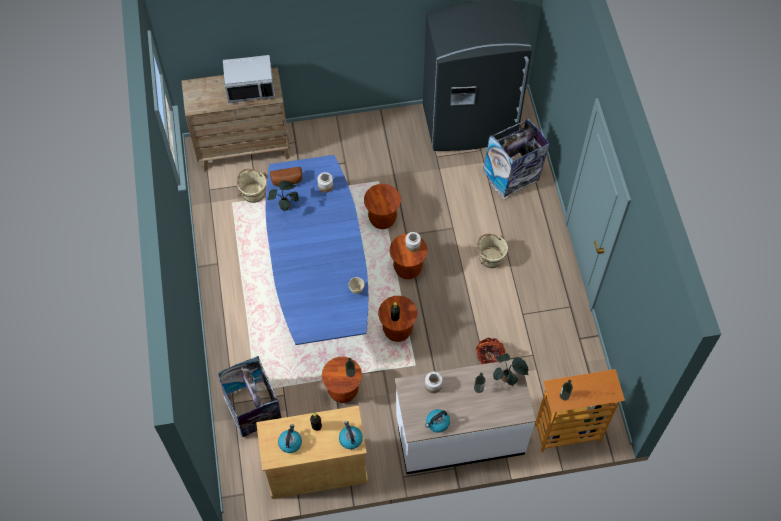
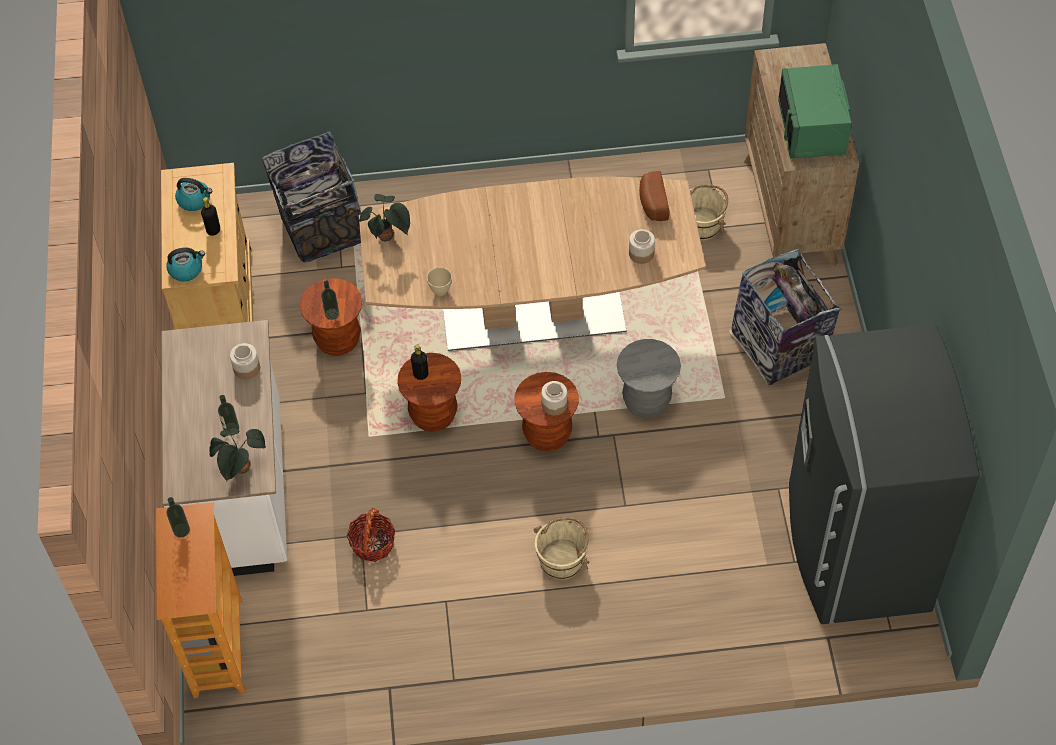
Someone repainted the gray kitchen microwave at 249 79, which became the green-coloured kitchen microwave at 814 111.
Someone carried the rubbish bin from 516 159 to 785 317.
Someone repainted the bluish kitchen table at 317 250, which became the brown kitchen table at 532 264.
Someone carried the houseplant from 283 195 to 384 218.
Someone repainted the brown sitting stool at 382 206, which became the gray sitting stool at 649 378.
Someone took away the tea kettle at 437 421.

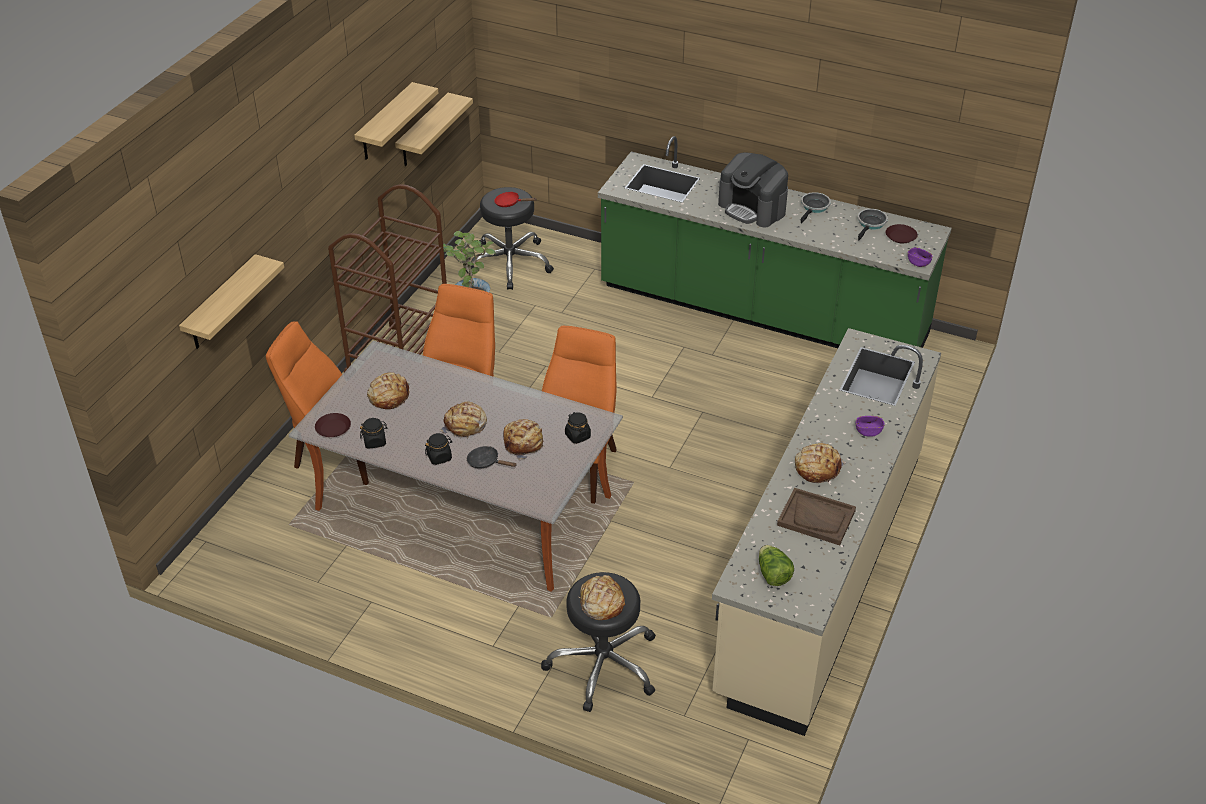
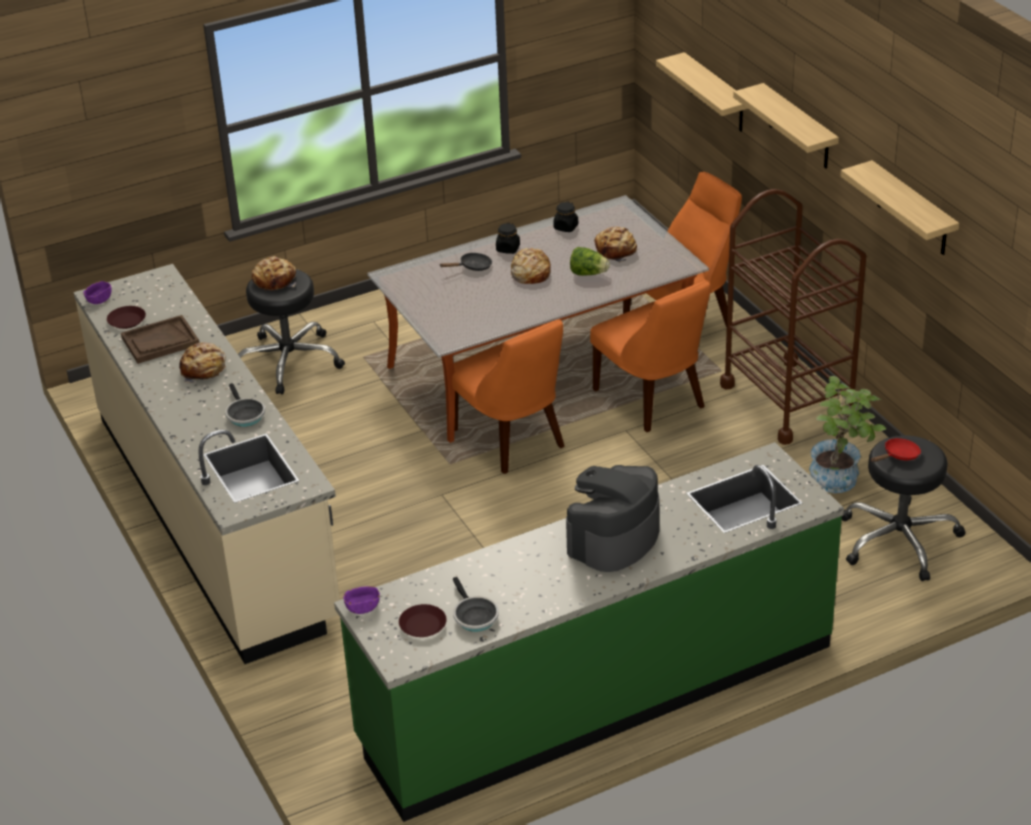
Someone carried the wall shelf from 434 129 to 786 126.
Someone rotated the coffee machine at 753 190 by 45 degrees counterclockwise.
Someone carried the pan from 816 208 to 245 405.
Someone took away the black preserve jar at 578 428.
Someone carried the brown dinner plate from 333 425 to 126 317.
Someone carried the purplish serving bowl from 870 426 to 97 292.
Someone took away the baked bread at 523 439.
Someone carried the lettuce head from 776 565 to 590 261.

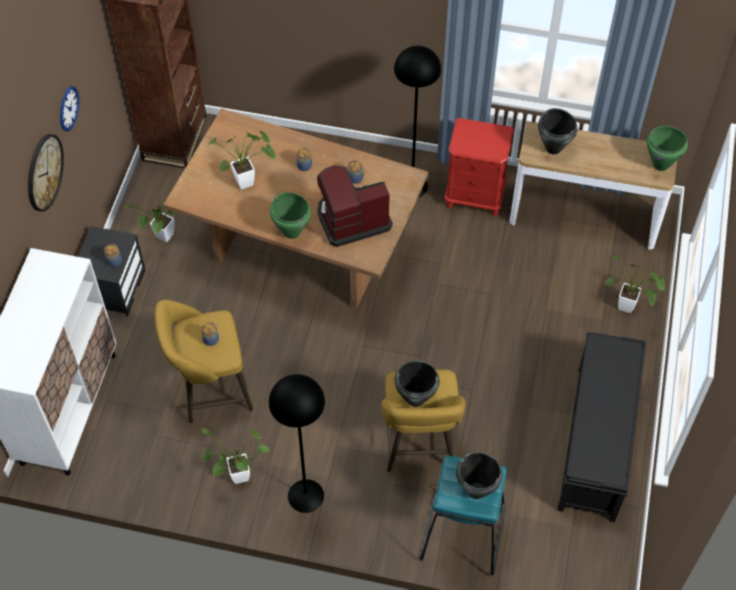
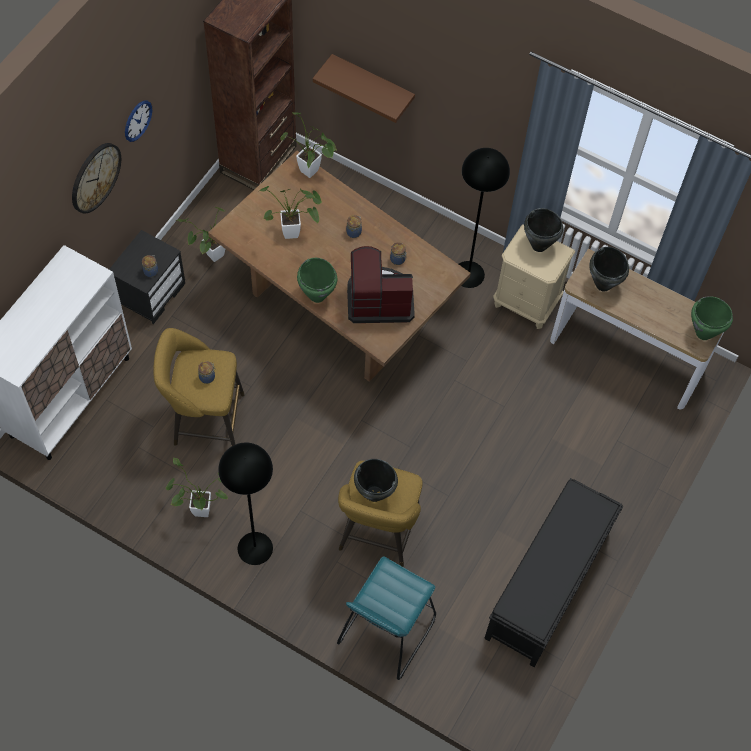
Someone repainted the reddish night table at 479 167, which became the sand-coloured night table at 534 276.
Someone carried the houseplant from 635 284 to 308 145.
Someone carried the black saucepot from 479 475 to 543 230.
Someone put up the brown wall shelf at 364 88.

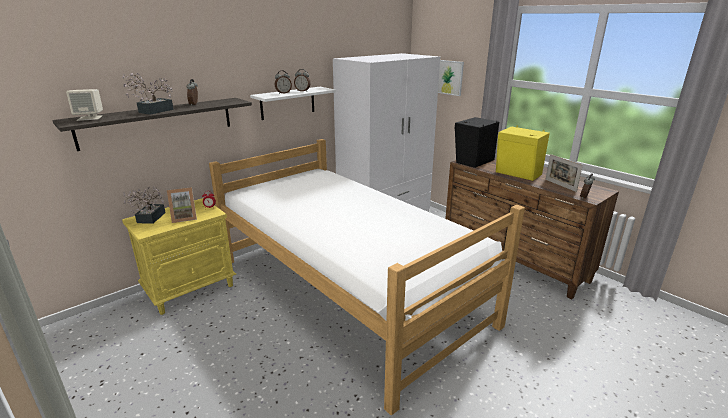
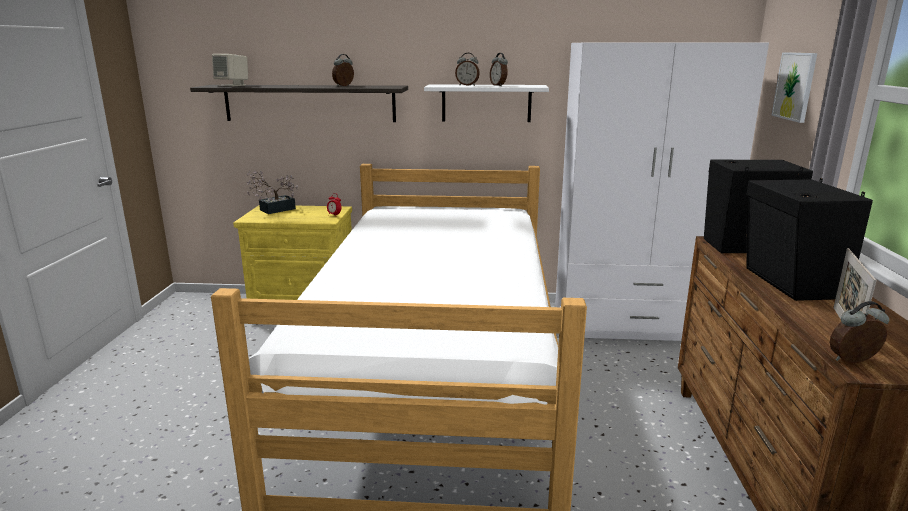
Someone took away the houseplant at 148 93.
Someone repainted the yellowish audio speaker at 523 153, which became the black audio speaker at 809 239.
Someone took away the photo frame at 182 205.

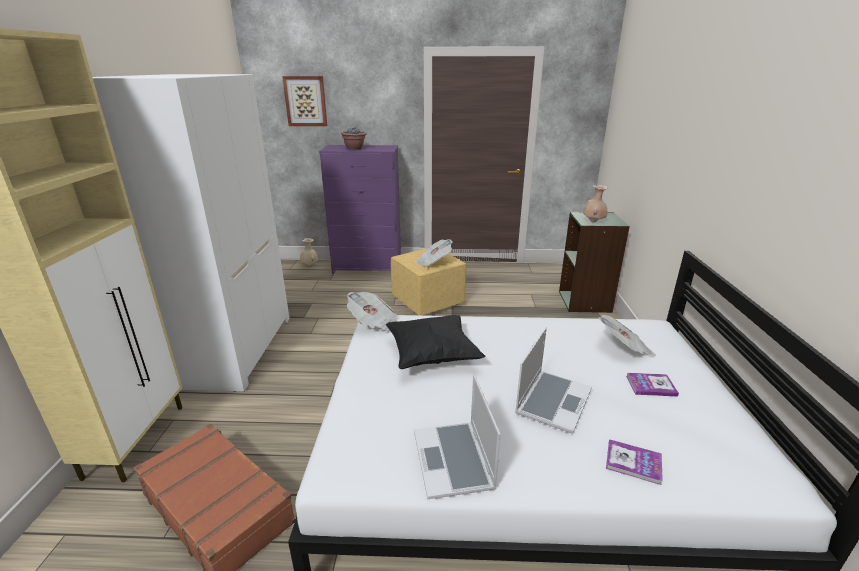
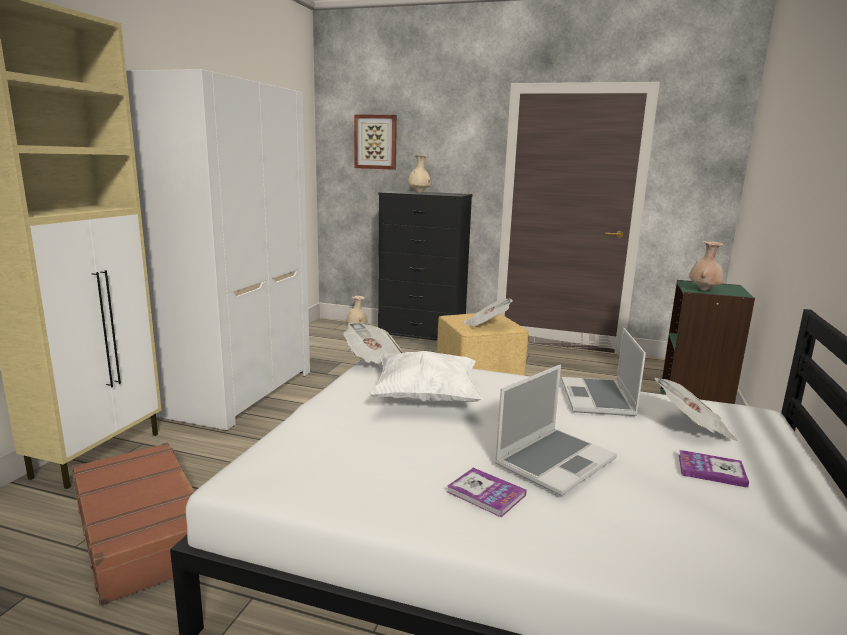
Someone swapped the houseplant at 354 139 for the sand-coloured vase at 419 174.
Someone repainted the purplish drawer chest at 360 209, which became the black drawer chest at 425 265.
Someone repainted the black cushion at 436 342, which became the whitish cushion at 426 377.
Someone carried the laptop from 457 437 to 604 372.
Someone carried the bound book from 634 462 to 487 492.

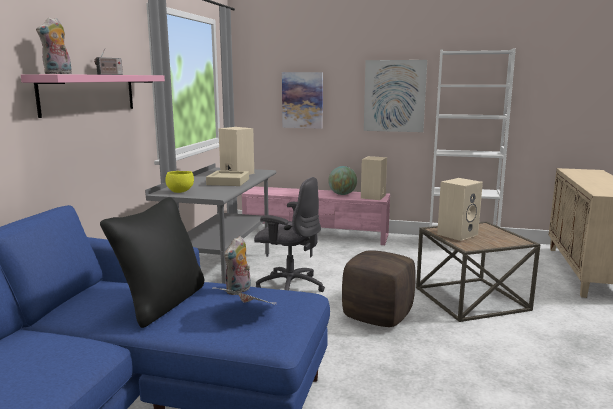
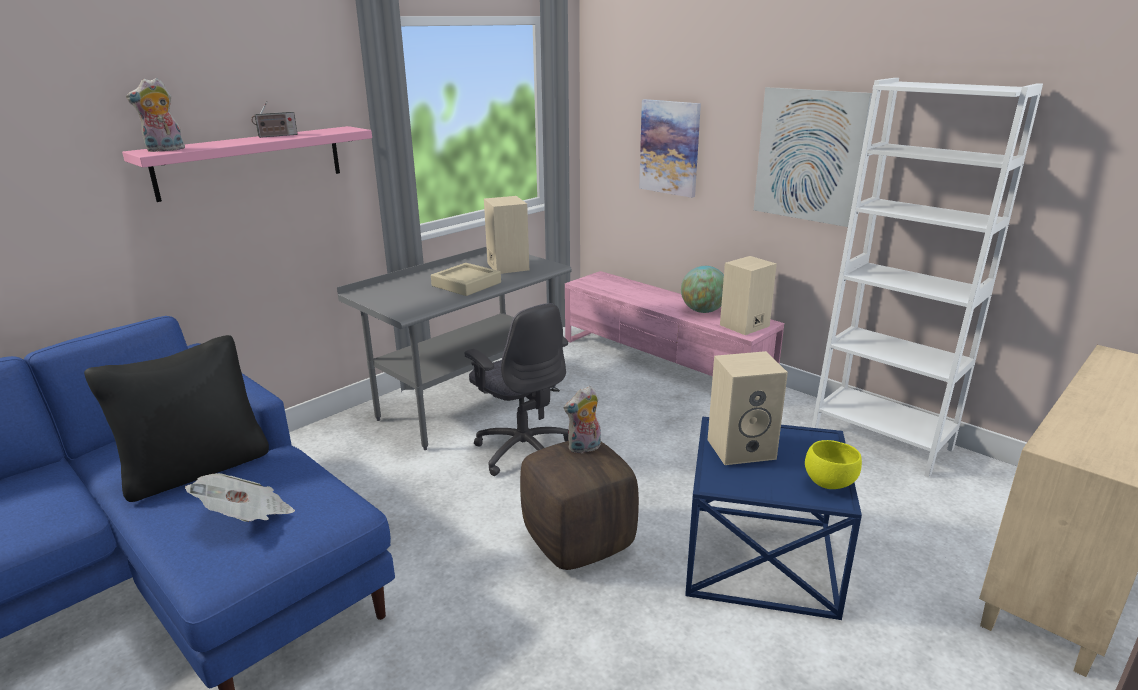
Someone carried the yellowish serving bowl from 179 182 to 833 464.
Someone repainted the brown accent table at 478 271, which became the bluish accent table at 773 518.
Someone carried the soft toy from 237 265 to 582 420.

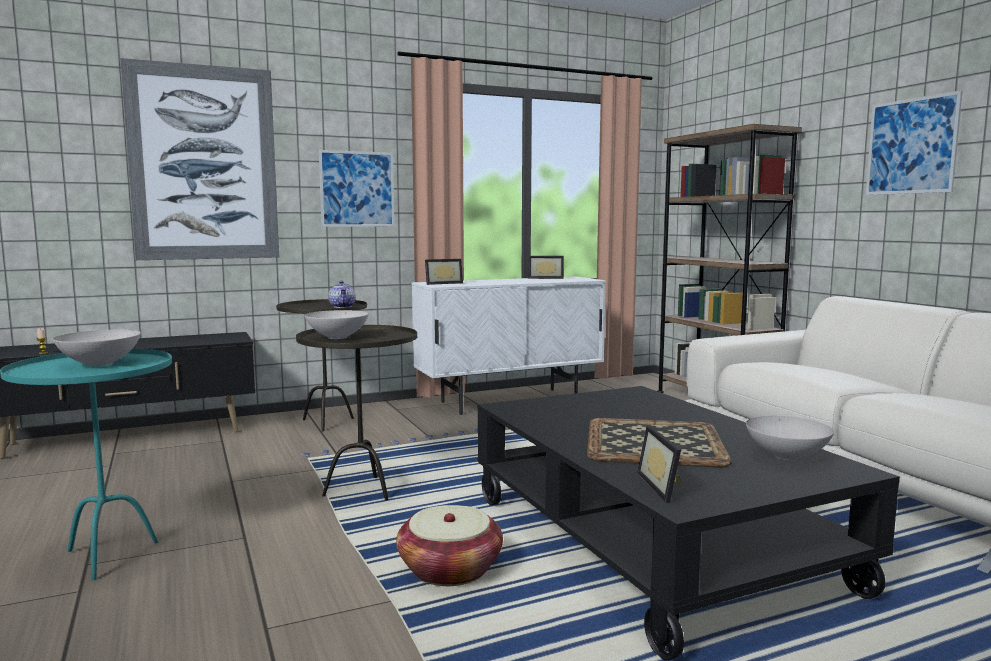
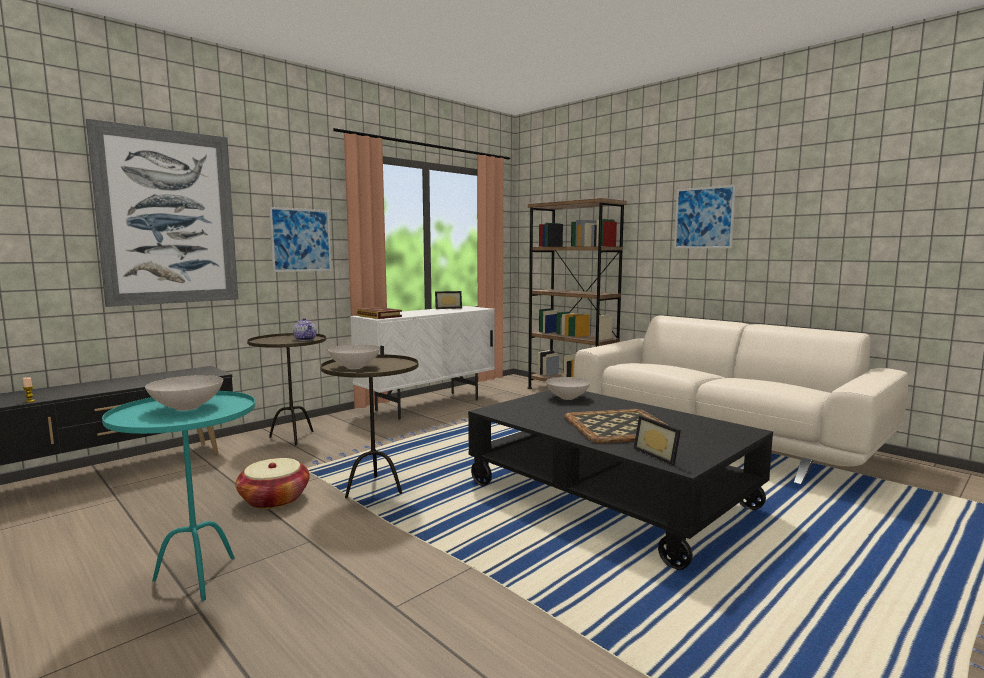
Someone swapped the photo frame at 444 272 for the bound book at 379 313.
Someone carried the whitish serving bowl from 790 438 to 568 388.
Someone carried the basket from 449 545 to 273 483.

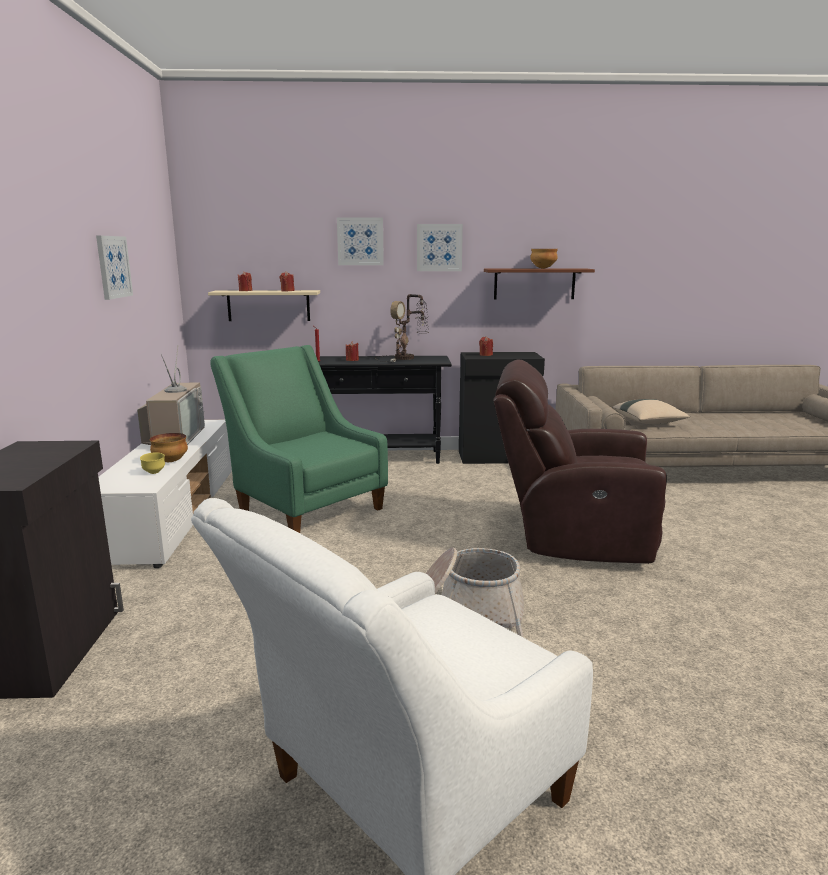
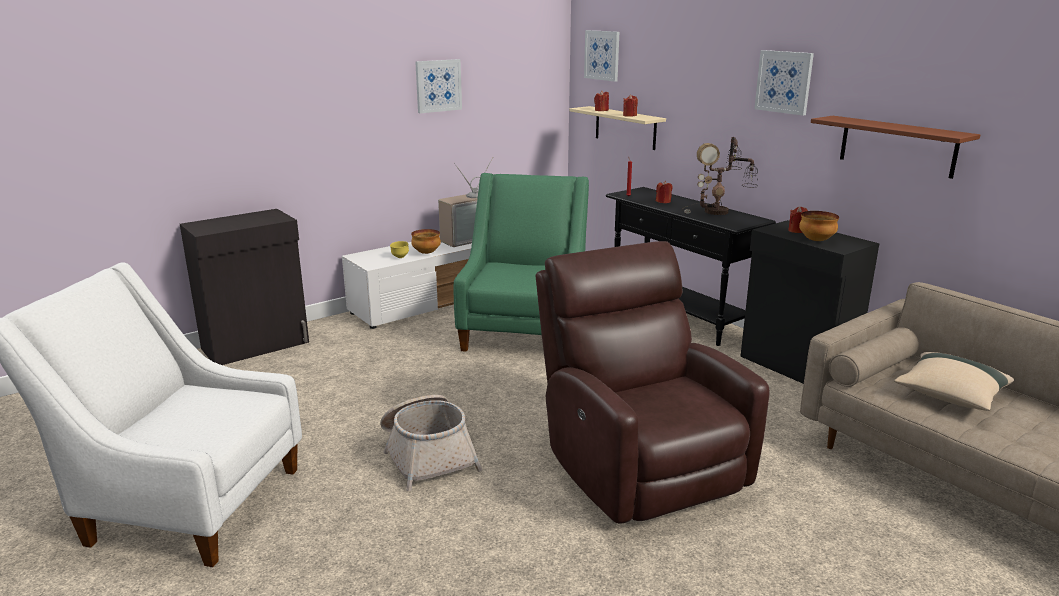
Someone carried the wall picture from 360 241 to 601 56.
Someone carried the serving bowl from 544 259 to 819 226.

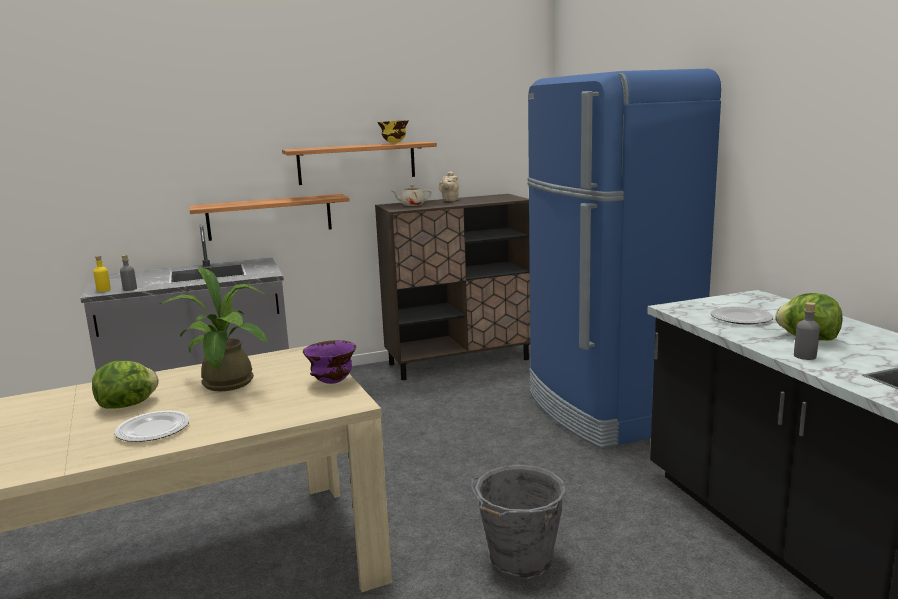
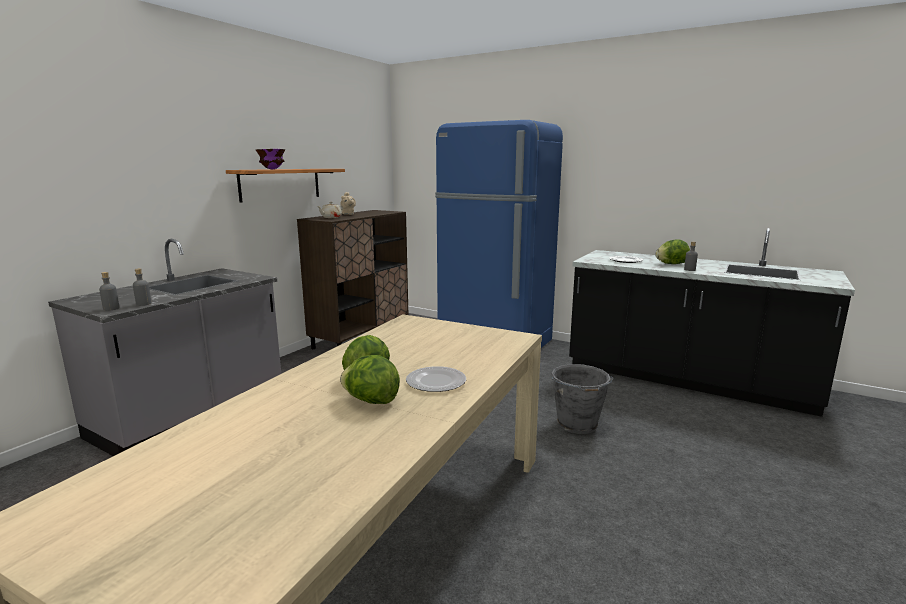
Someone took away the yellowish serving bowl at 393 131.
Someone took away the wall shelf at 269 217.
Someone repainted the yellowish bottle at 102 274, which became the gray bottle at 109 291.
Someone took away the houseplant at 213 329.
Someone carried the purplish serving bowl from 329 362 to 270 159.
Someone put down the lettuce head at 370 379.

